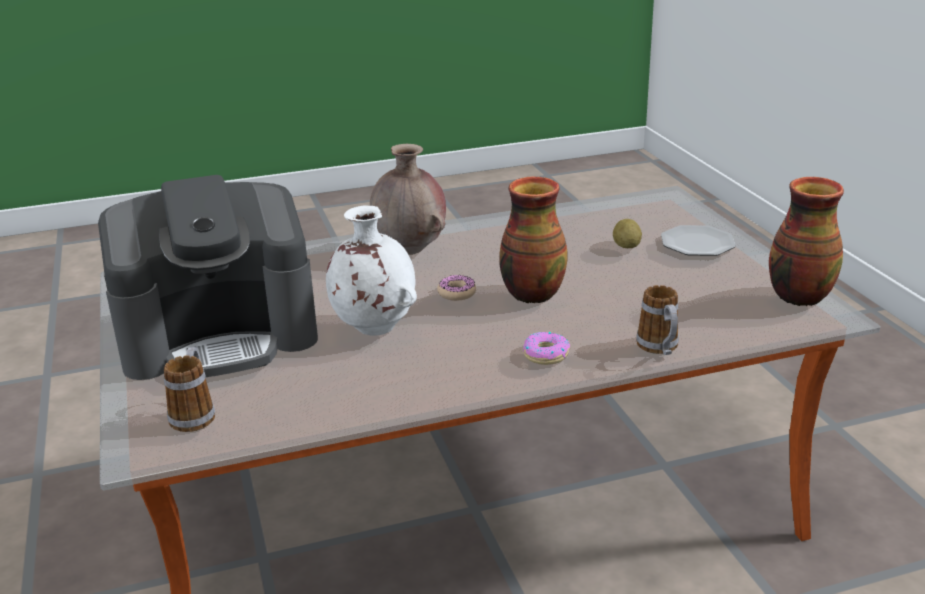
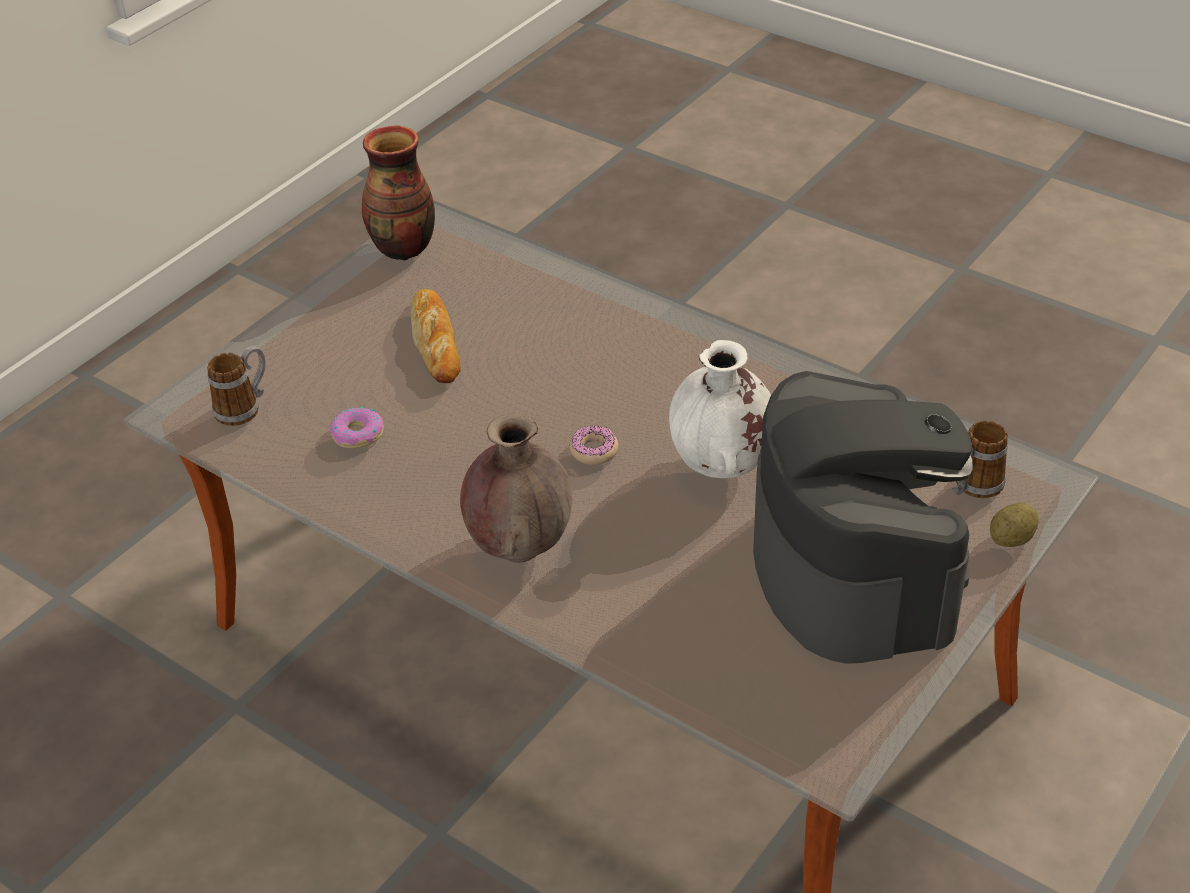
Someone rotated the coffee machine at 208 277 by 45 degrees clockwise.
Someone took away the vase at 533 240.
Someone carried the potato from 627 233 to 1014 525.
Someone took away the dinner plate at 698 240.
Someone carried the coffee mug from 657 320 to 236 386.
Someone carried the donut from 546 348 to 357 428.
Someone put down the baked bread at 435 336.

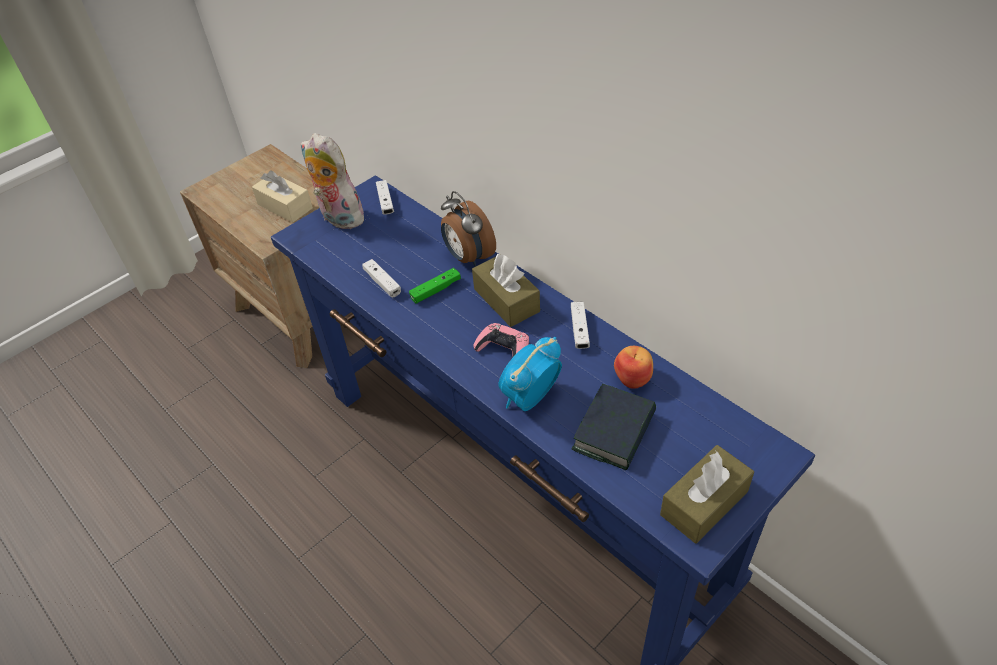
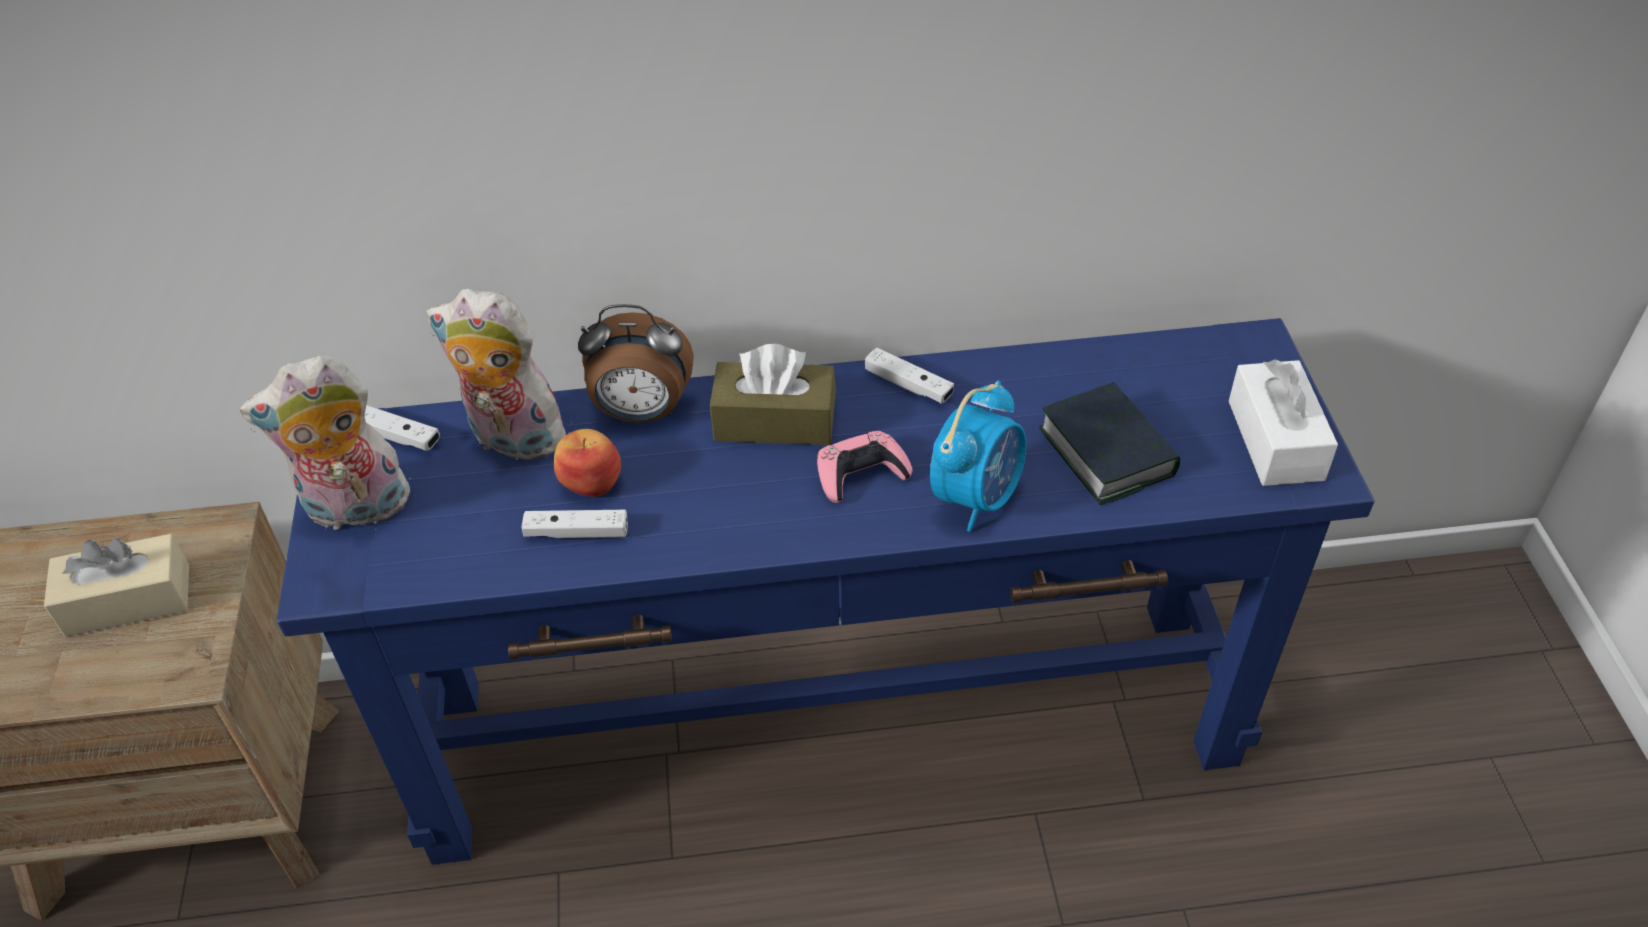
Someone took away the green-coloured game controller at 435 286.
Someone rotated the alarm clock at 530 374 by 135 degrees counterclockwise.
Someone carried the whole apple from 633 367 to 587 463.
Someone repainted the brown box of tissues at 707 494, which became the whitish box of tissues at 1283 422.
Someone put down the soft toy at 499 374.

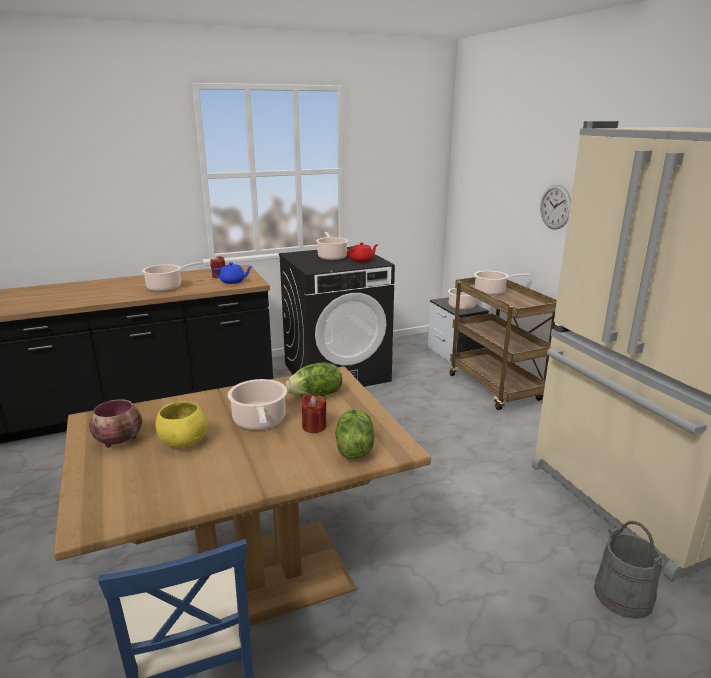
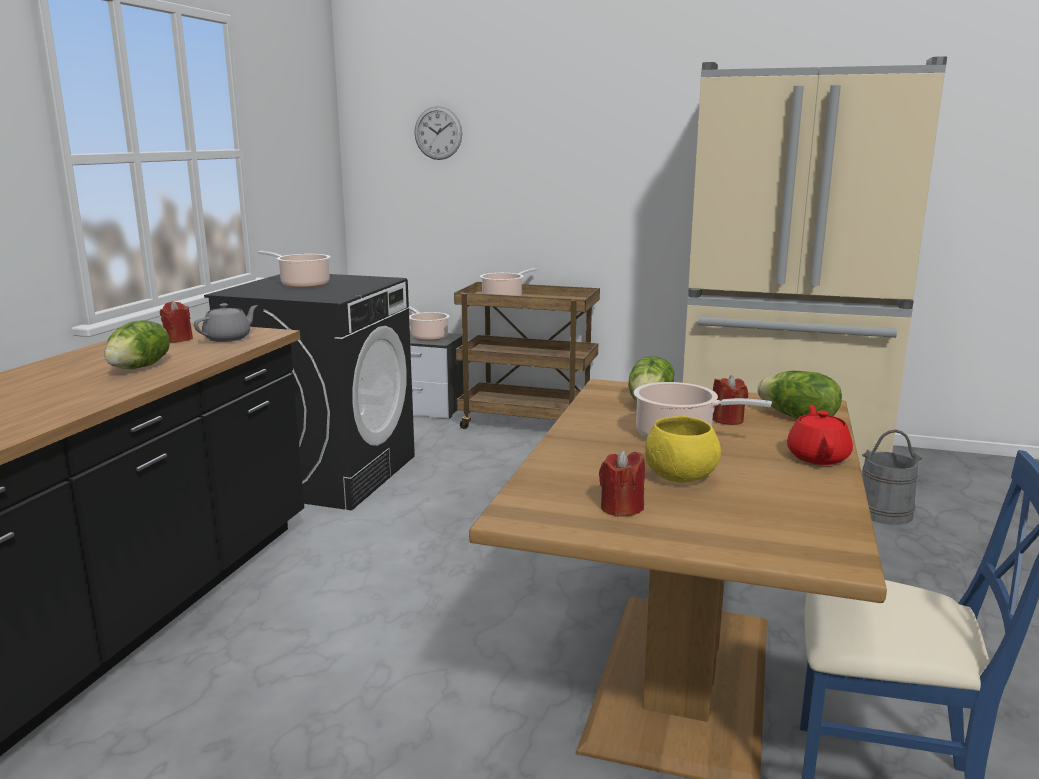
Someone carried the wall clock from 555 207 to 438 133.
Someone carried the reddish tea pot from 362 252 to 820 435.
Someone swapped the saucepot at 172 277 for the lettuce head at 137 344.
Someone repainted the bluish tea pot at 233 273, which became the gray tea pot at 226 322.
Someone swapped the serving bowl at 115 423 for the reddish wax candle at 622 483.

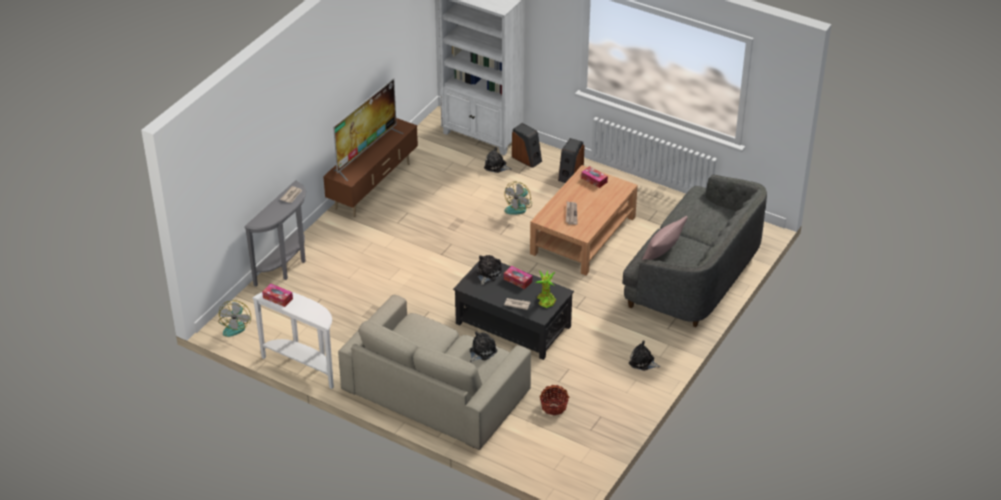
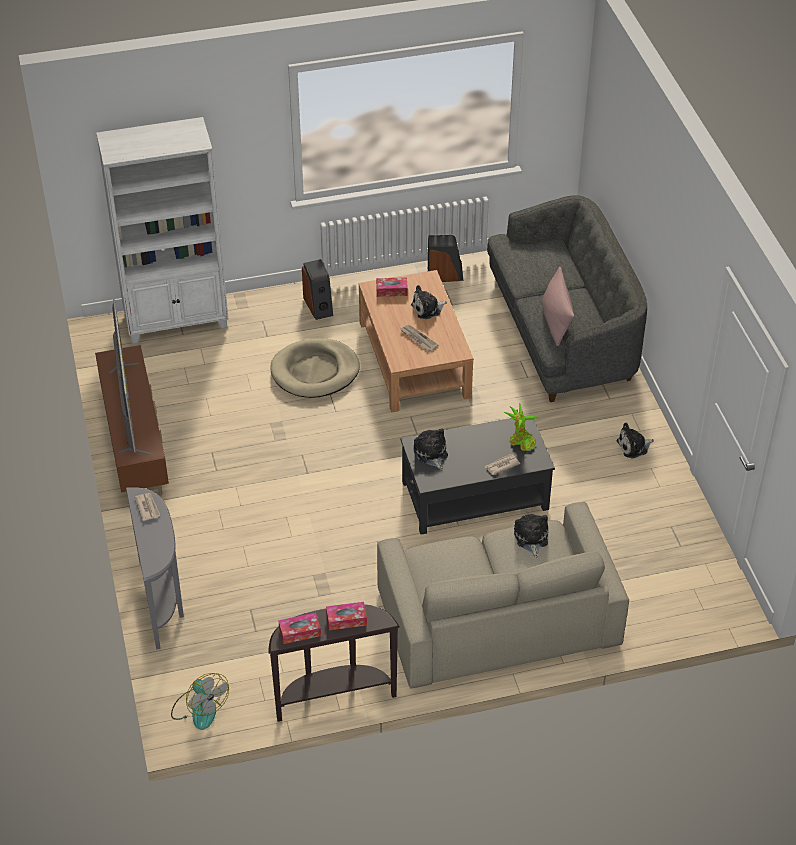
Someone carried the audio speaker from 527 145 to 445 258.
Someone carried the soft toy from 498 160 to 429 302.
Someone swapped the cooling fan at 518 198 for the sand-coloured dog cushion at 315 368.
Someone carried the box of tissues from 518 277 to 346 616.
Someone repainted the whitish console table at 293 340, which became the brown console table at 334 663.
Someone took away the basket at 555 400.

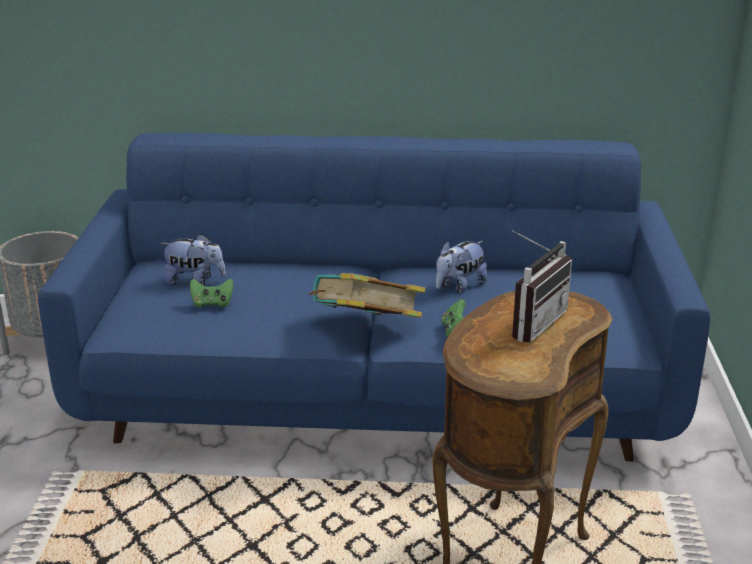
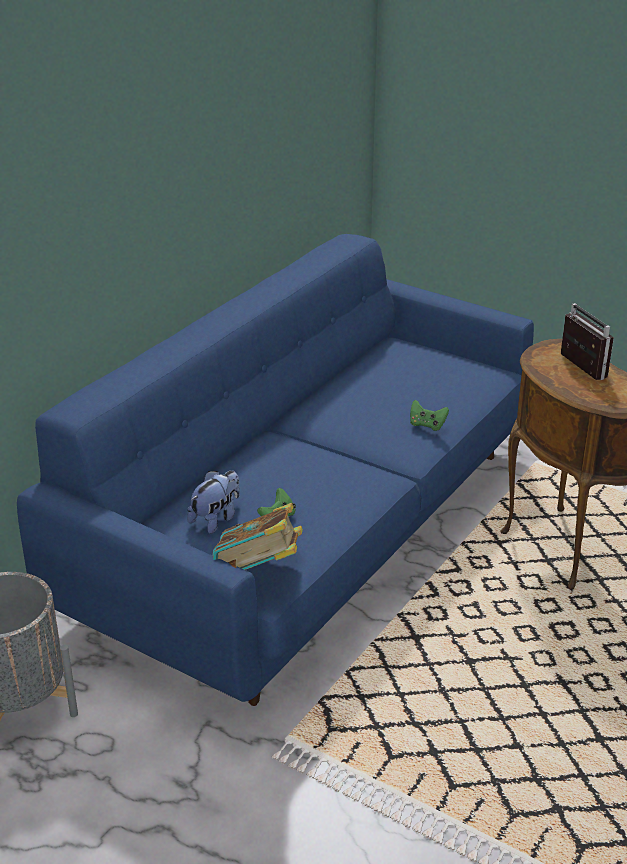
Someone took away the soft toy at 461 267.
Someone carried the bound book from 367 295 to 257 536.

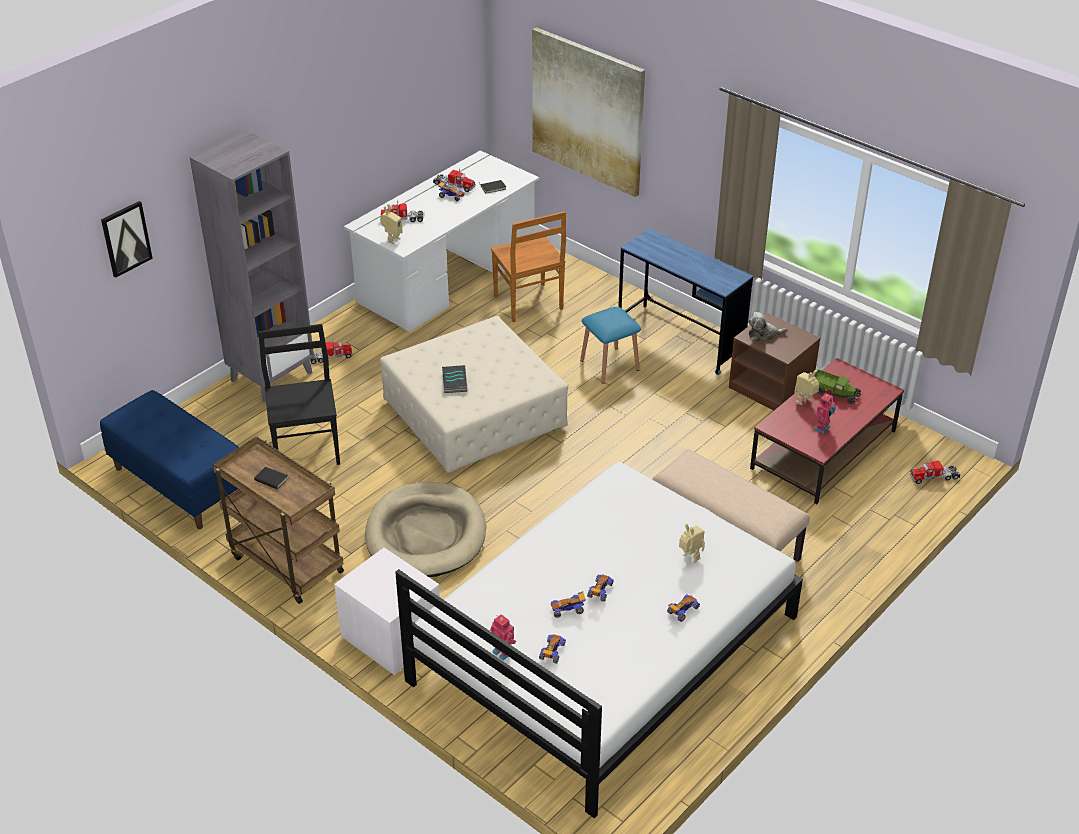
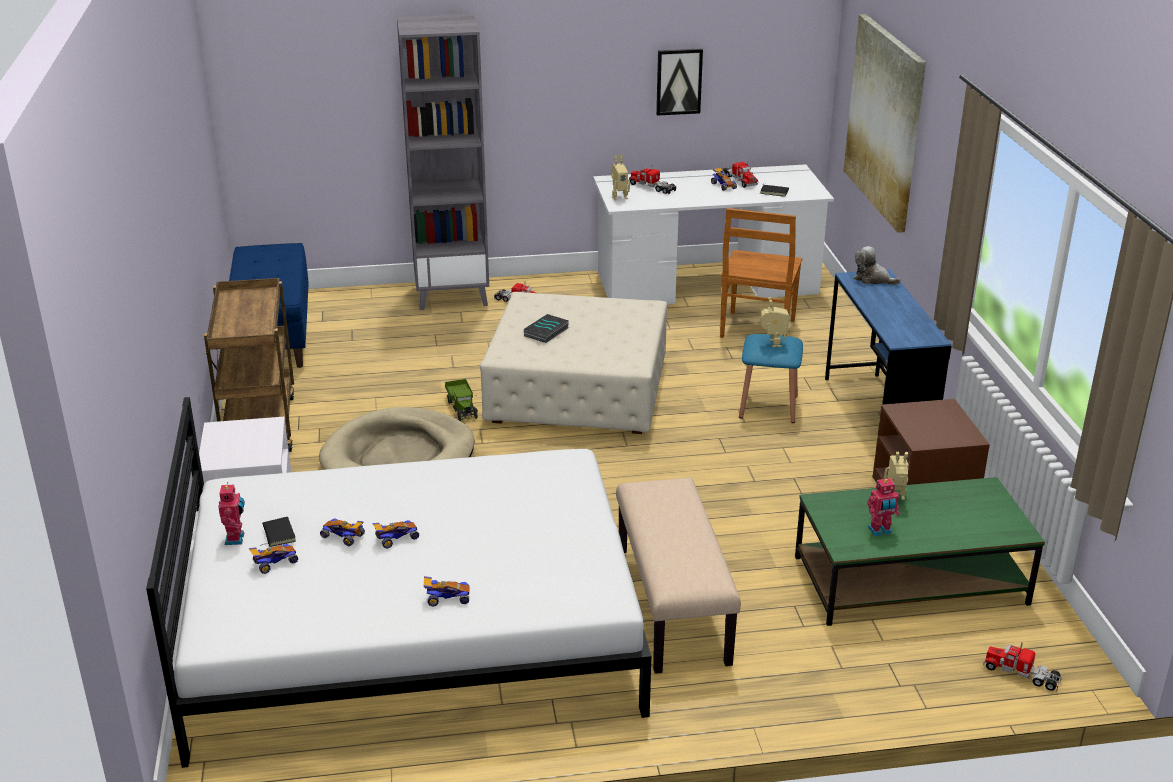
Someone carried the wall picture from 127 239 to 679 82.
Someone carried the soft toy from 767 327 to 877 265.
Someone took away the black plain chair at 299 394.
Someone repainted the reddish lounge table at 827 431, which became the green-coloured lounge table at 920 551.
Someone carried the toy truck from 837 387 to 461 400.
Someone carried the black bound book from 271 479 to 278 532.
Someone carried the model robot from 692 543 to 774 322.

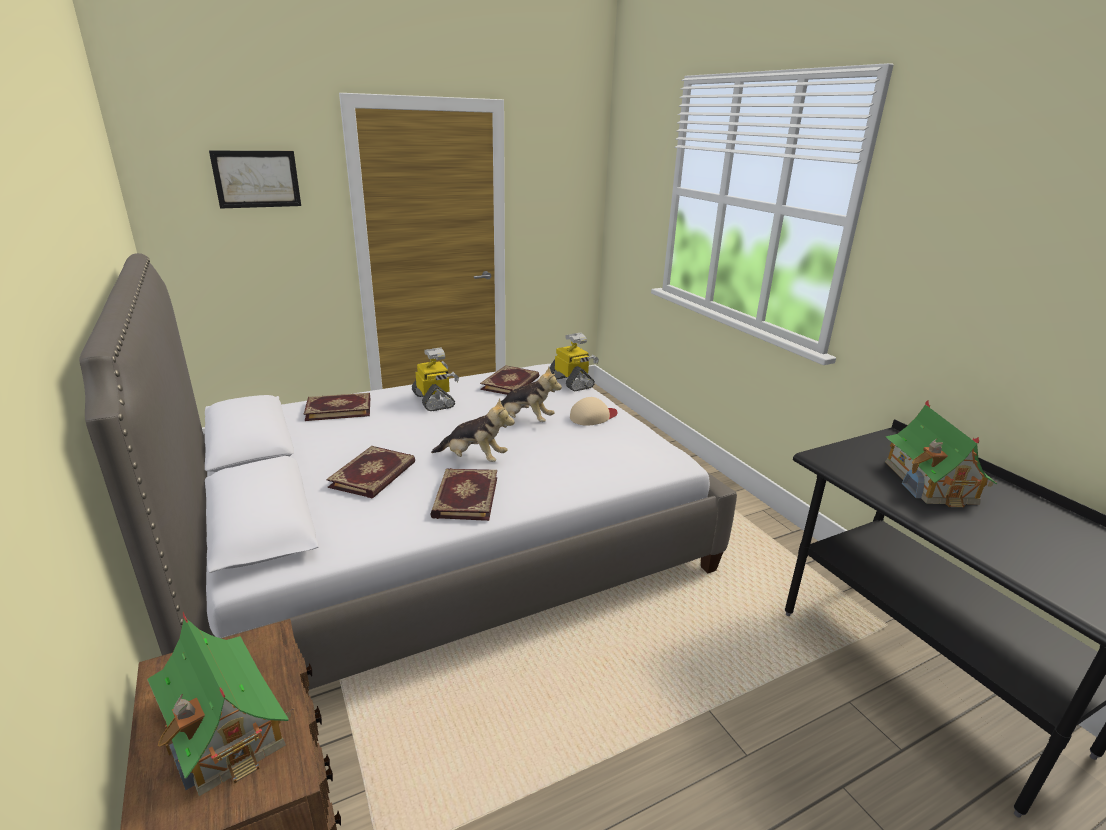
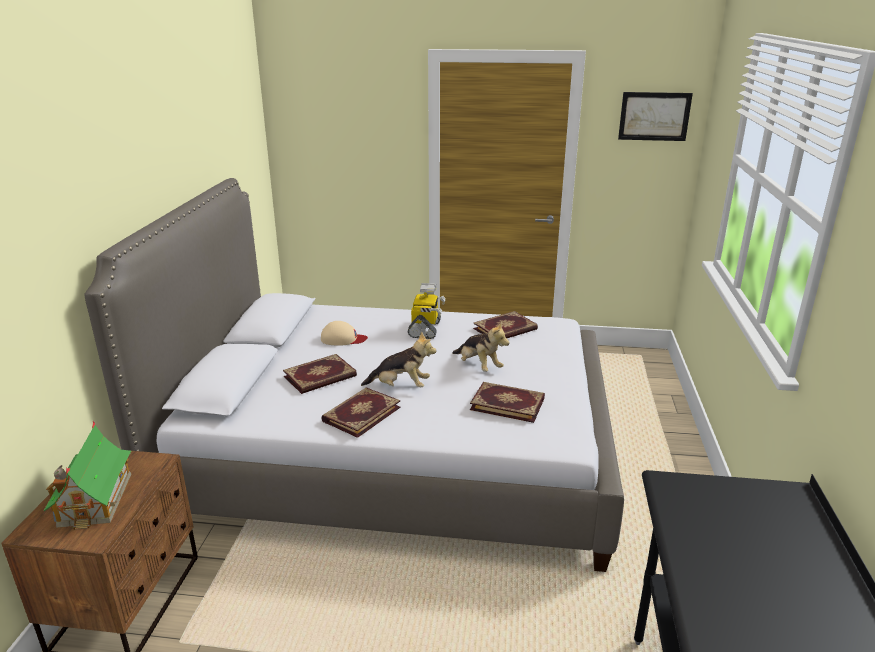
Someone carried the wall picture from 255 180 to 655 116.
Someone took away the model robot at 574 362.
Someone carried the bound book from 337 407 to 507 402.
Someone carried the sand-coloured cap from 594 411 to 344 333.
Someone rotated the soft toy at 473 430 by 45 degrees counterclockwise.
Someone took away the miniature house at 941 453.

